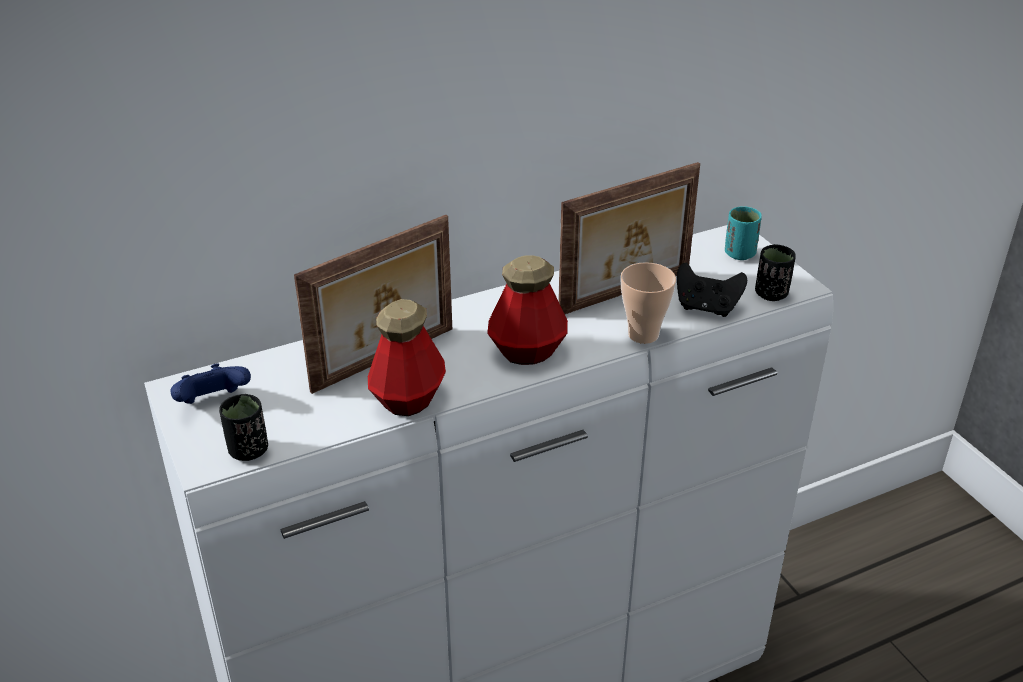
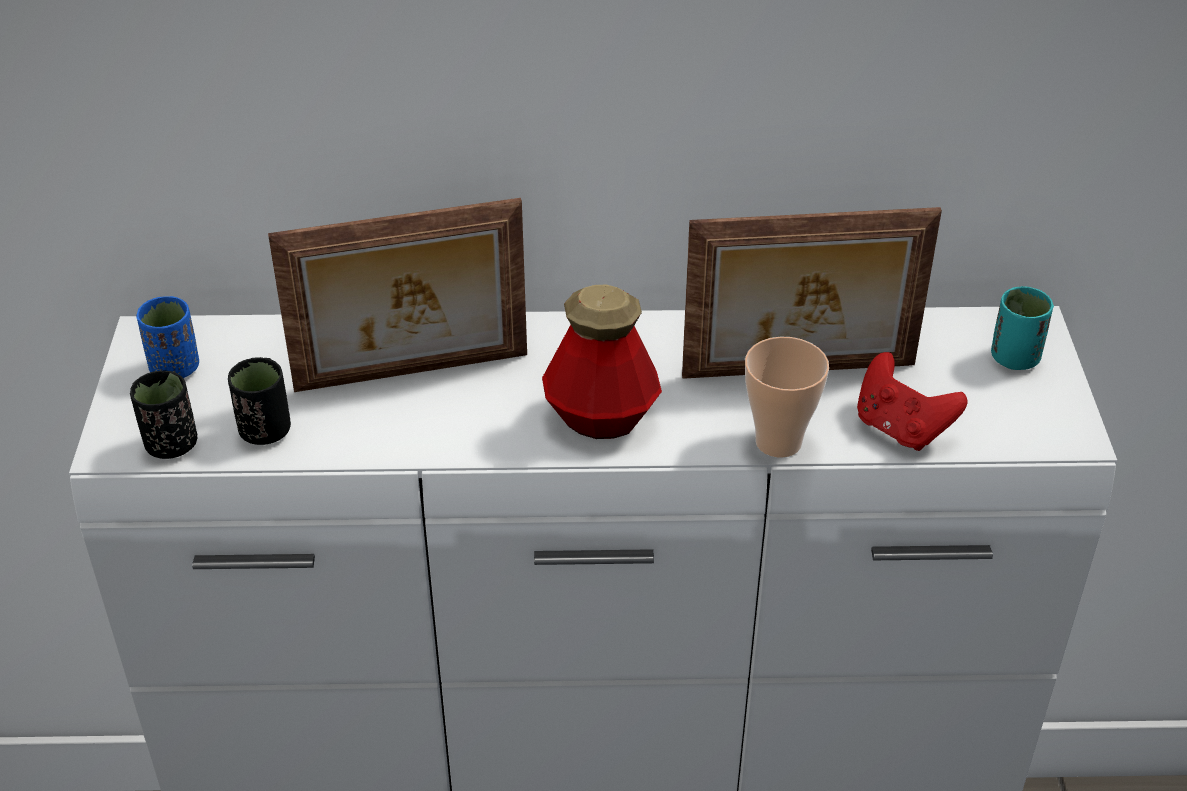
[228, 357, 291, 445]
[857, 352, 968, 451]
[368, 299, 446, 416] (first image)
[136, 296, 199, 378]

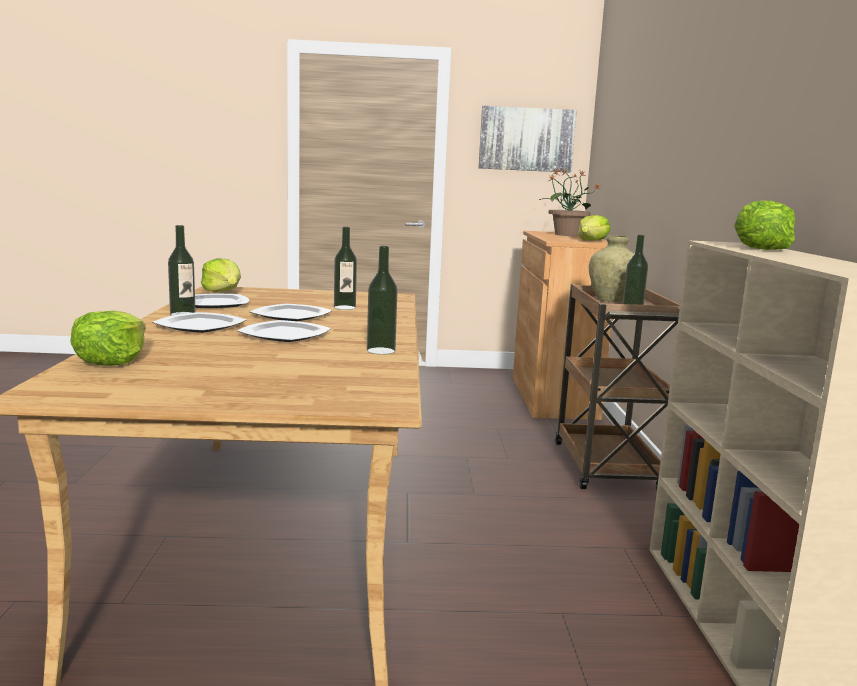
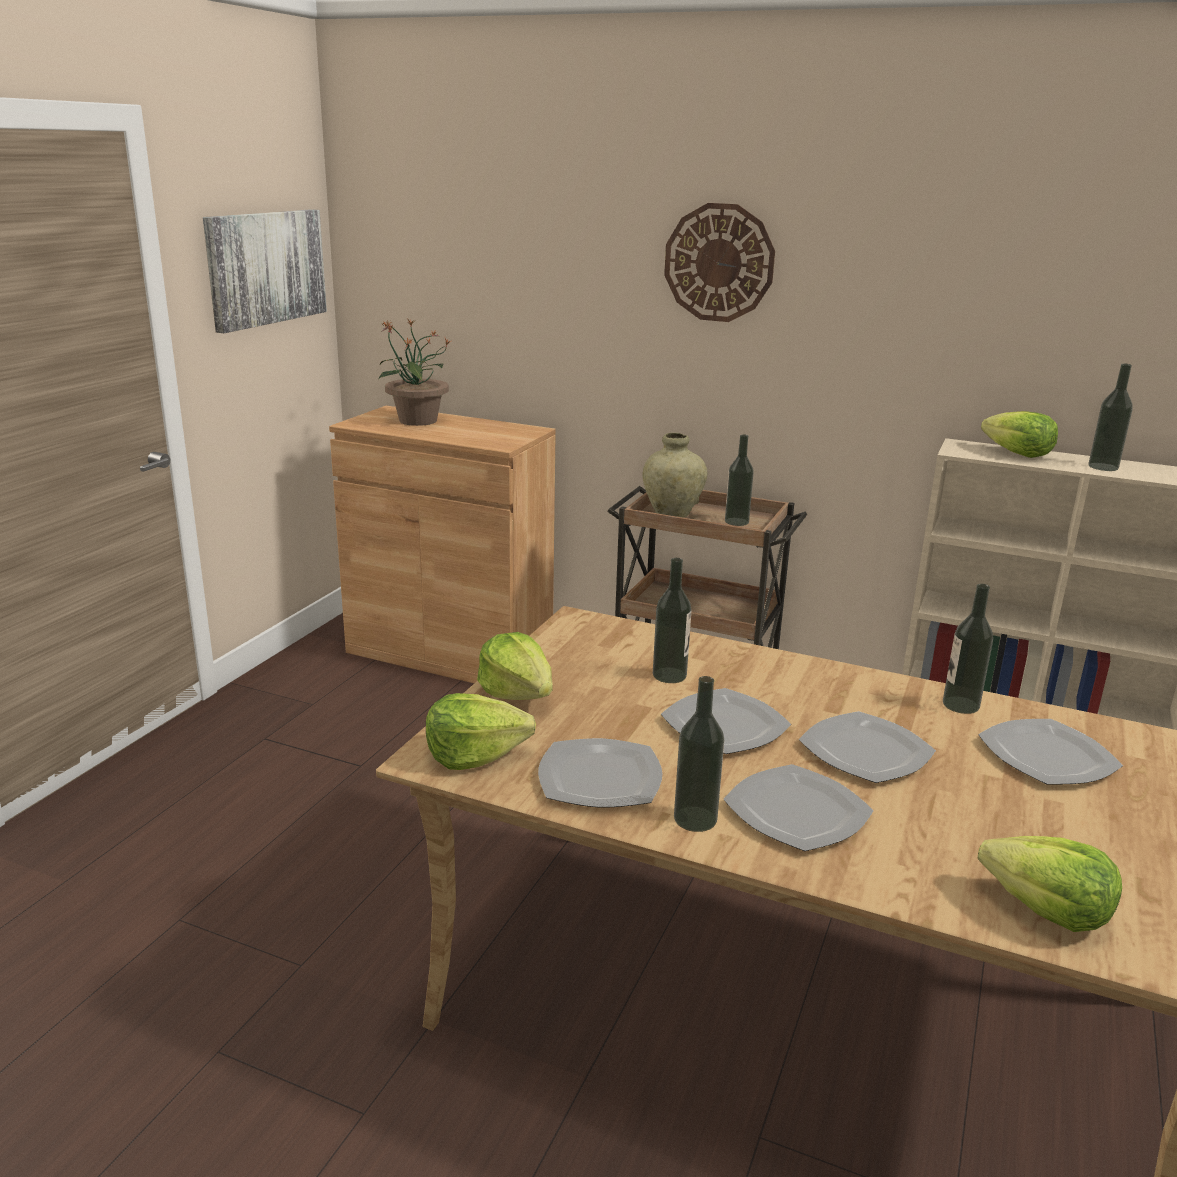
[477, 632, 553, 700]
[664, 203, 775, 322]
[1088, 364, 1133, 471]
[978, 719, 1123, 785]

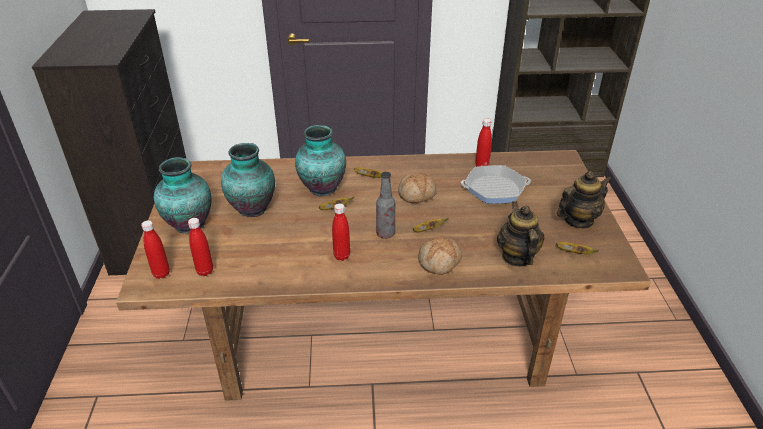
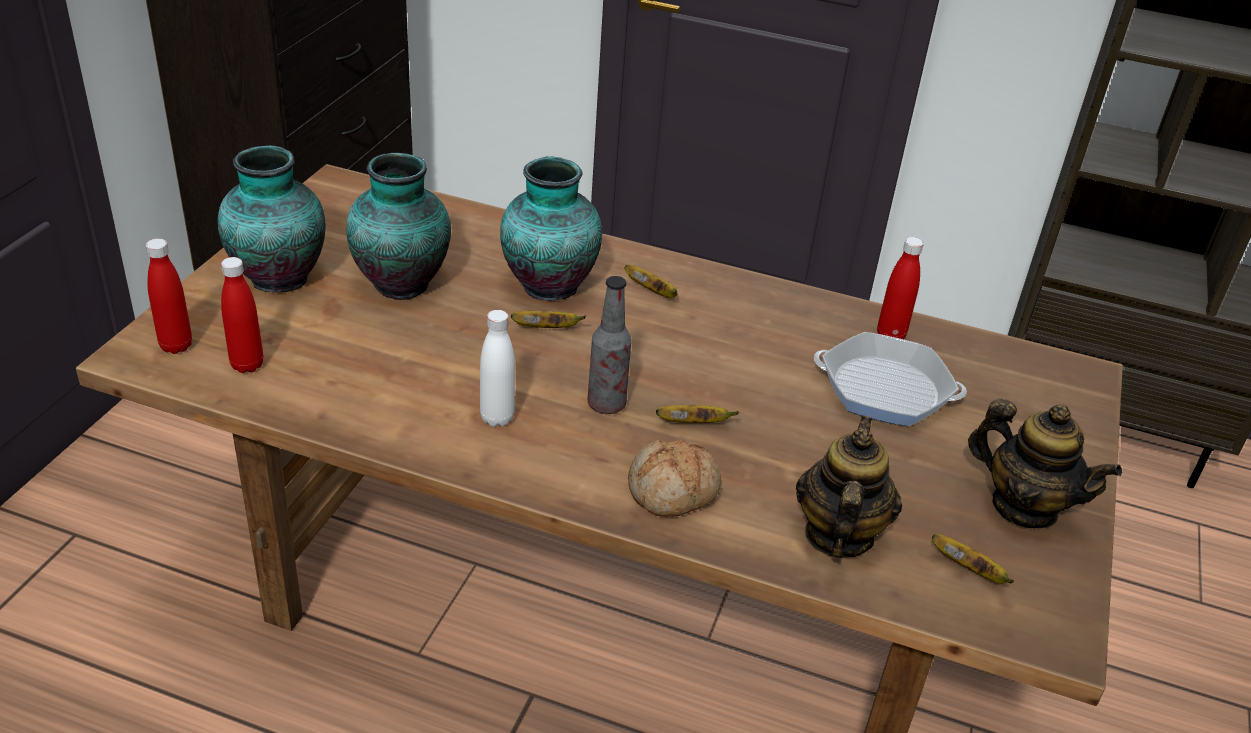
[968, 399, 1122, 528]
[398, 173, 437, 203] (first image)
[480, 310, 515, 427]

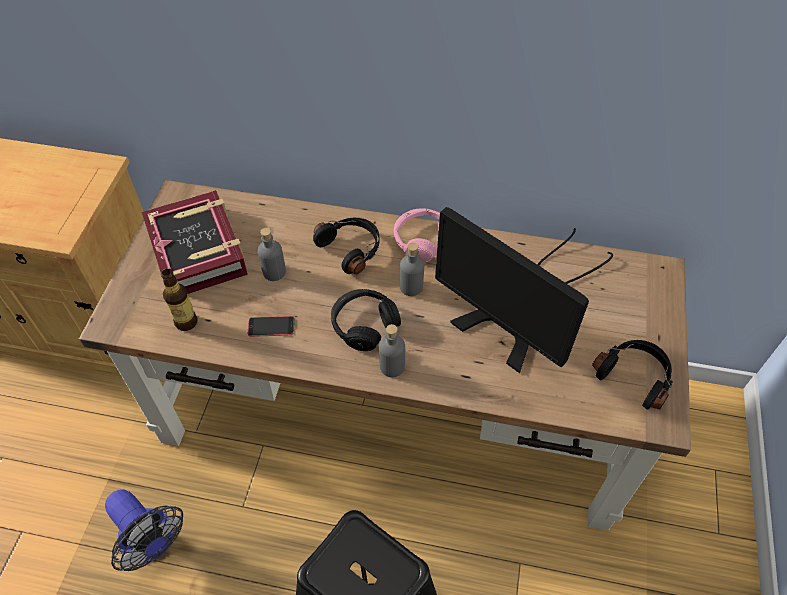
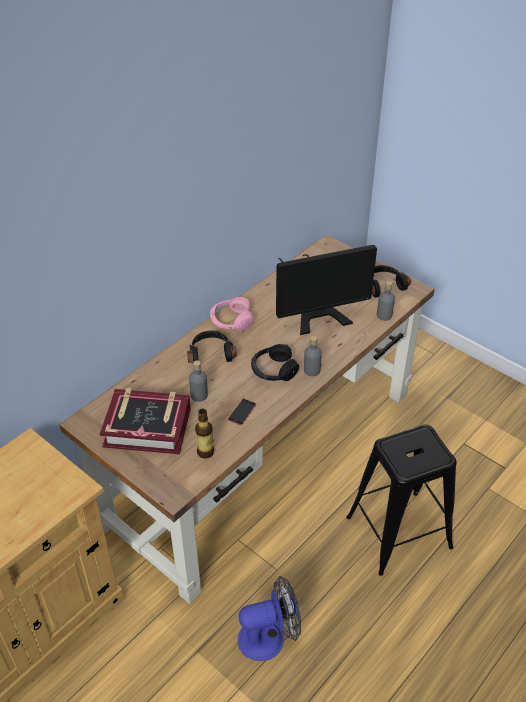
[377, 281, 395, 321]

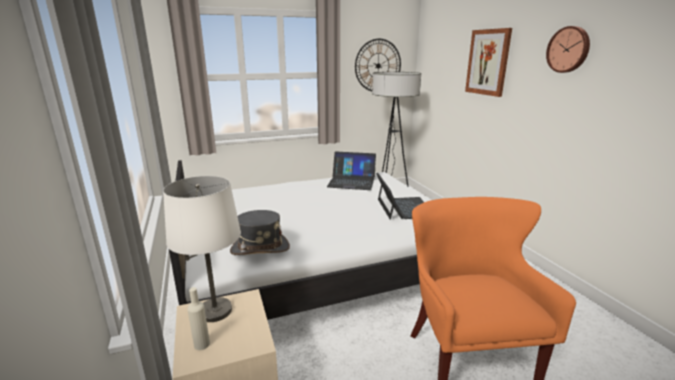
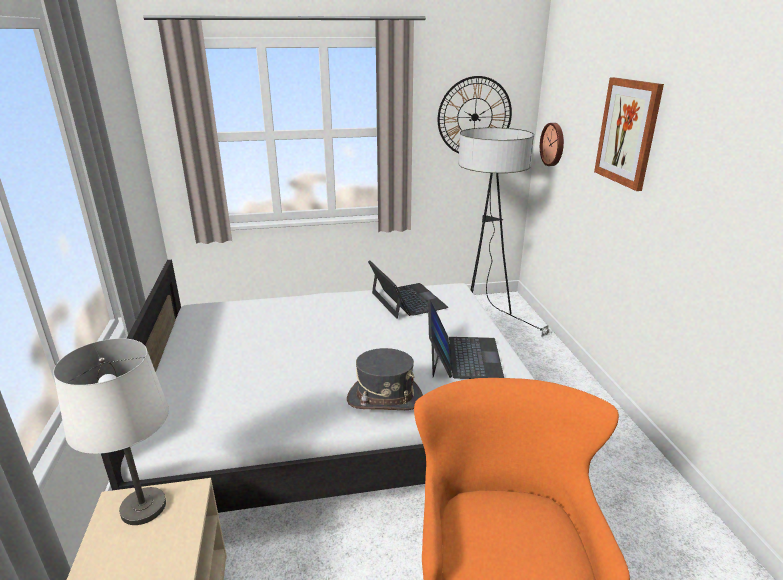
[540, 123, 564, 166]
[368, 261, 448, 319]
[347, 348, 423, 410]
[187, 287, 210, 350] (first image)

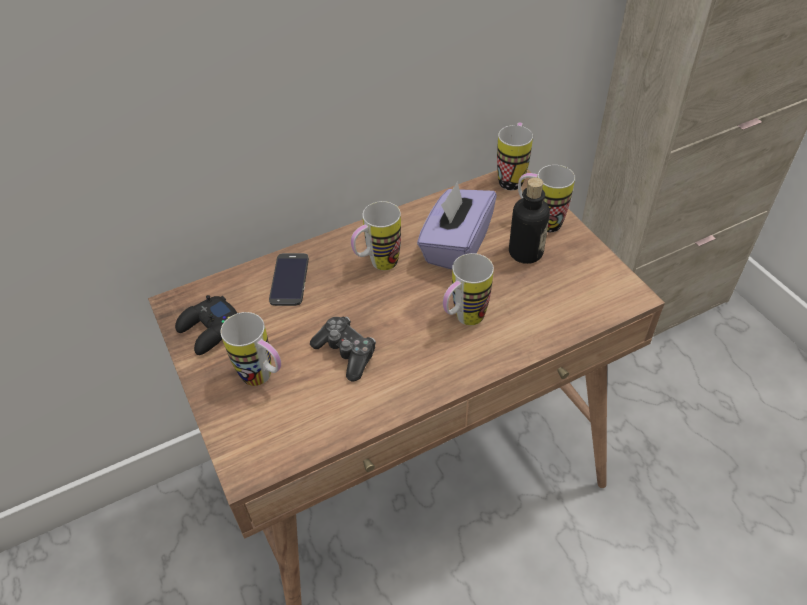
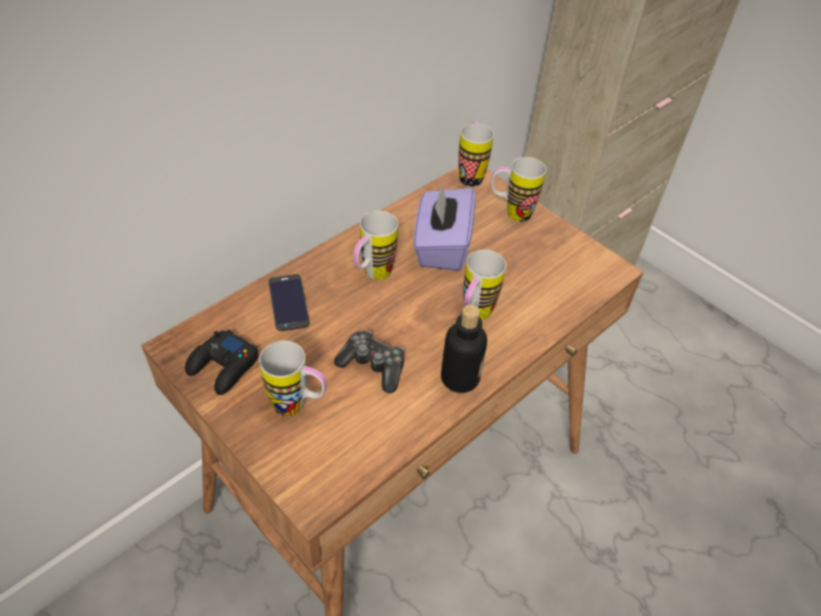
[441, 305, 487, 393]

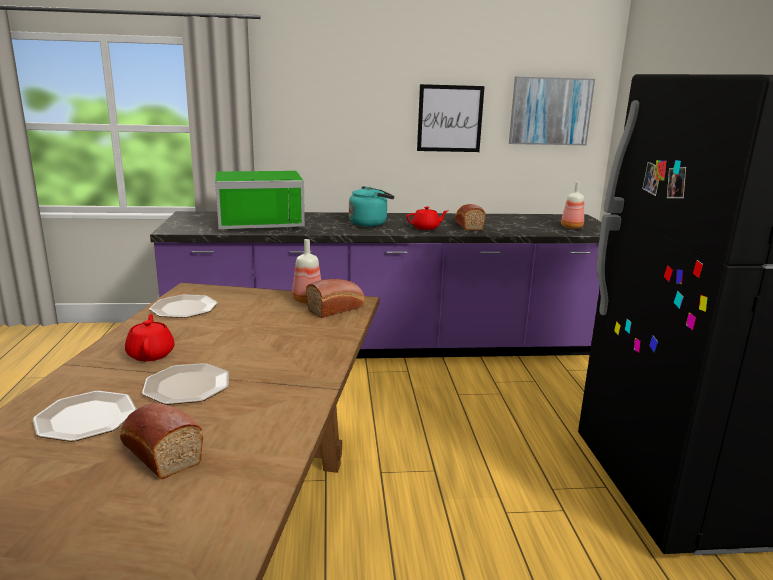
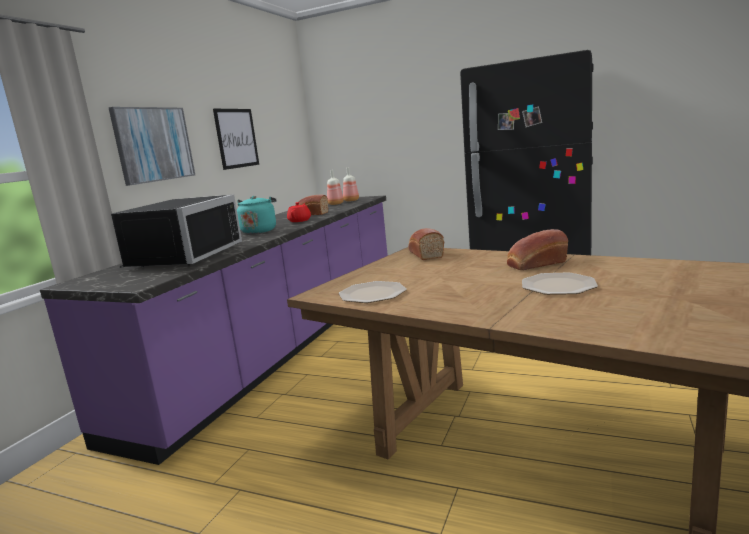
[109, 107, 195, 186]
[111, 194, 242, 268]
[327, 170, 344, 205]
[125, 314, 175, 361] (first image)
[33, 391, 137, 442] (first image)
[507, 229, 568, 270]

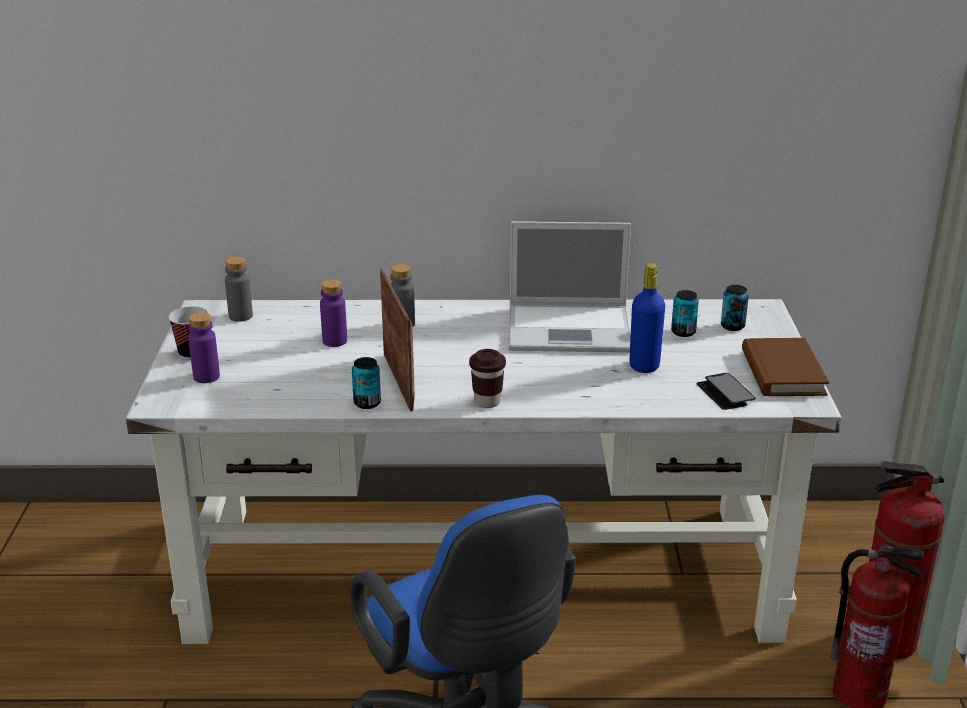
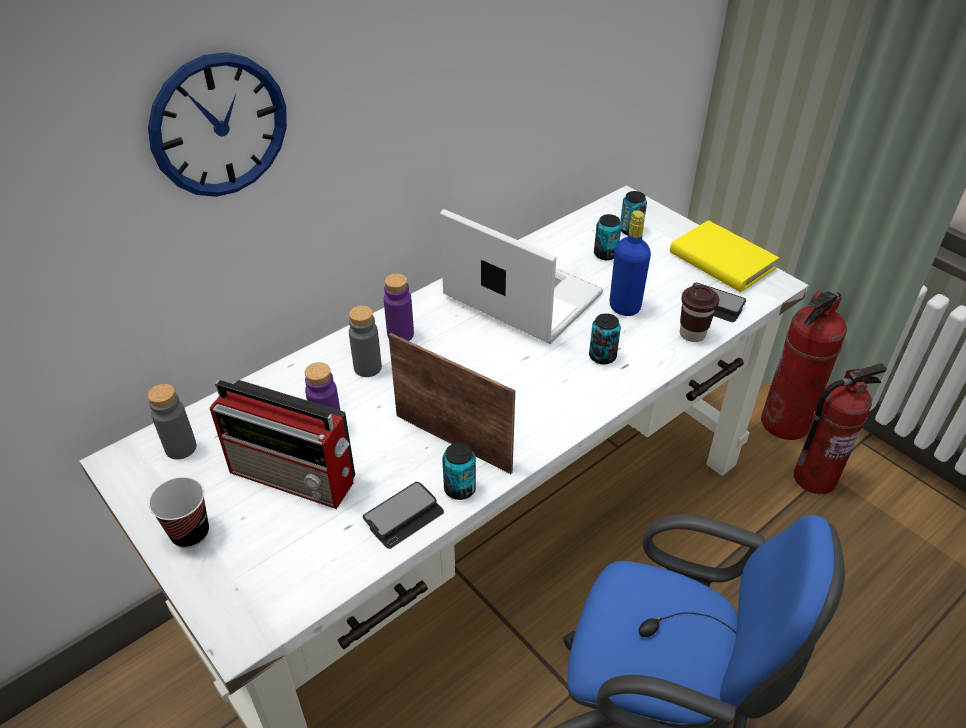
[440, 209, 603, 344]
[384, 273, 414, 341]
[670, 220, 779, 292]
[680, 285, 719, 342]
[148, 52, 287, 197]
[589, 313, 621, 365]
[210, 380, 355, 509]
[363, 482, 444, 549]

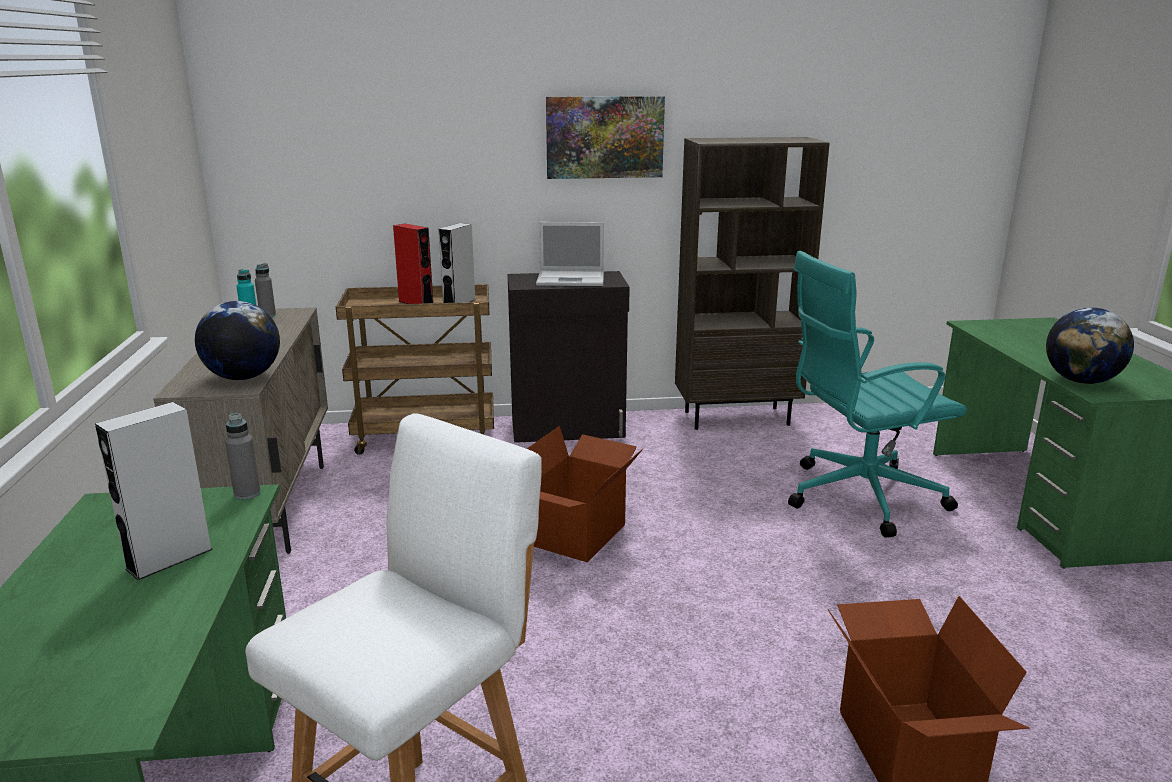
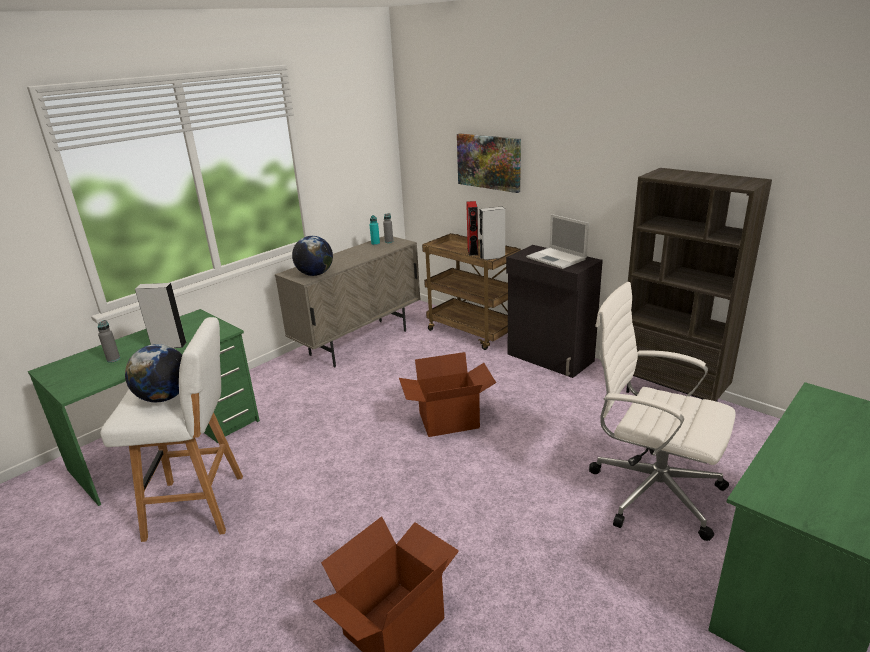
[457, 133, 521, 193]
[589, 282, 736, 541]
[125, 344, 182, 402]
[98, 320, 120, 362]

